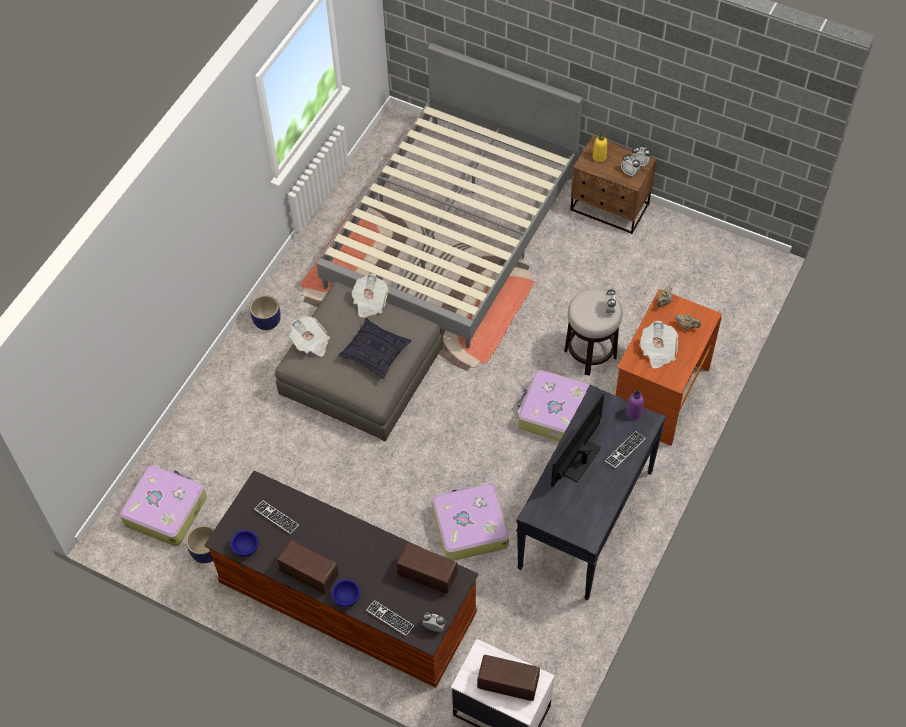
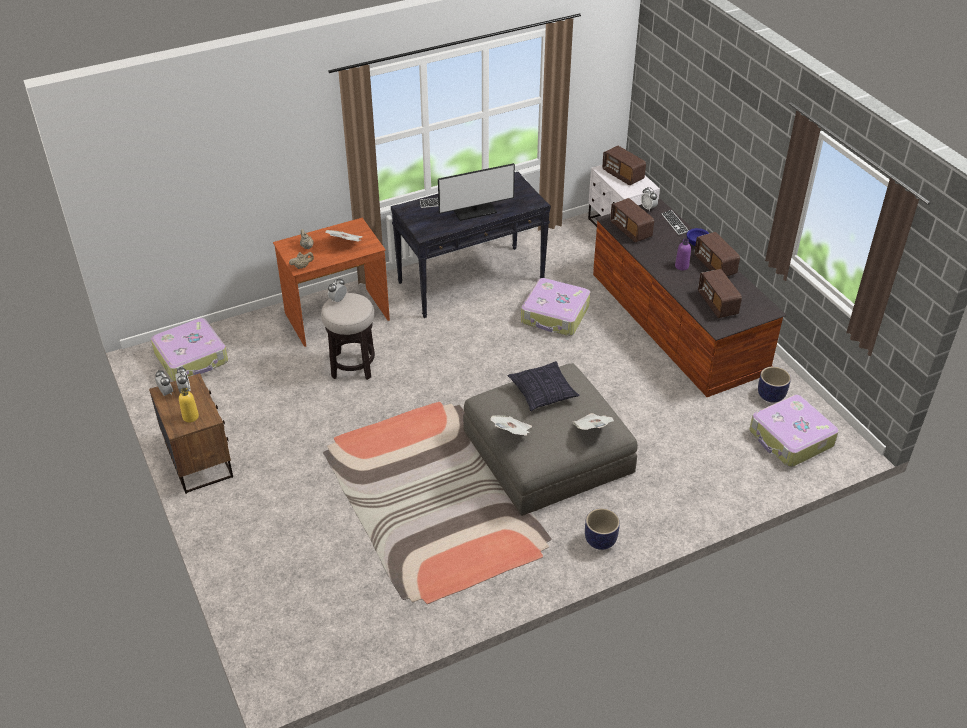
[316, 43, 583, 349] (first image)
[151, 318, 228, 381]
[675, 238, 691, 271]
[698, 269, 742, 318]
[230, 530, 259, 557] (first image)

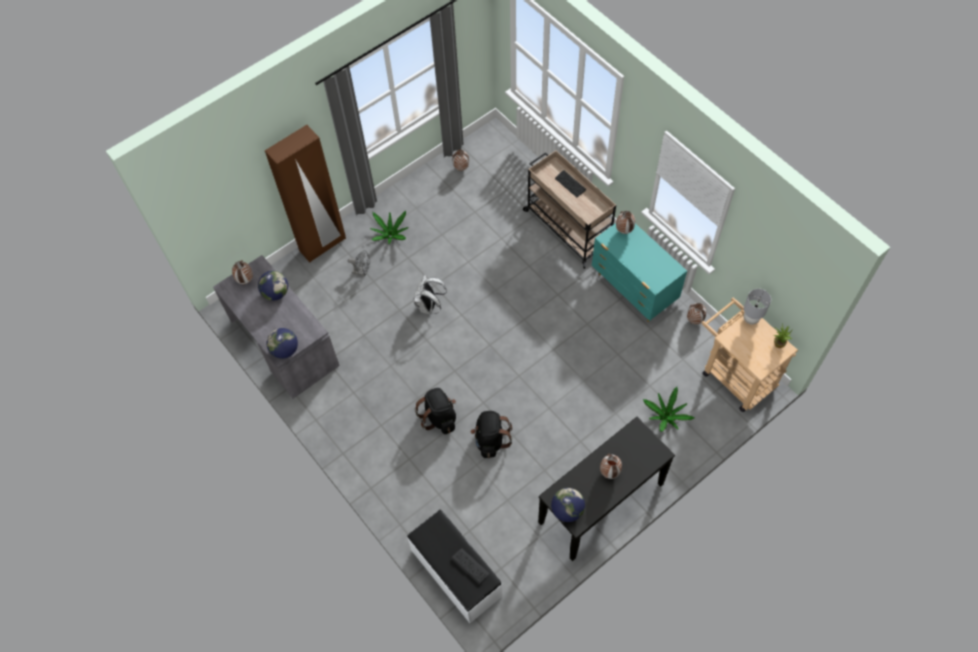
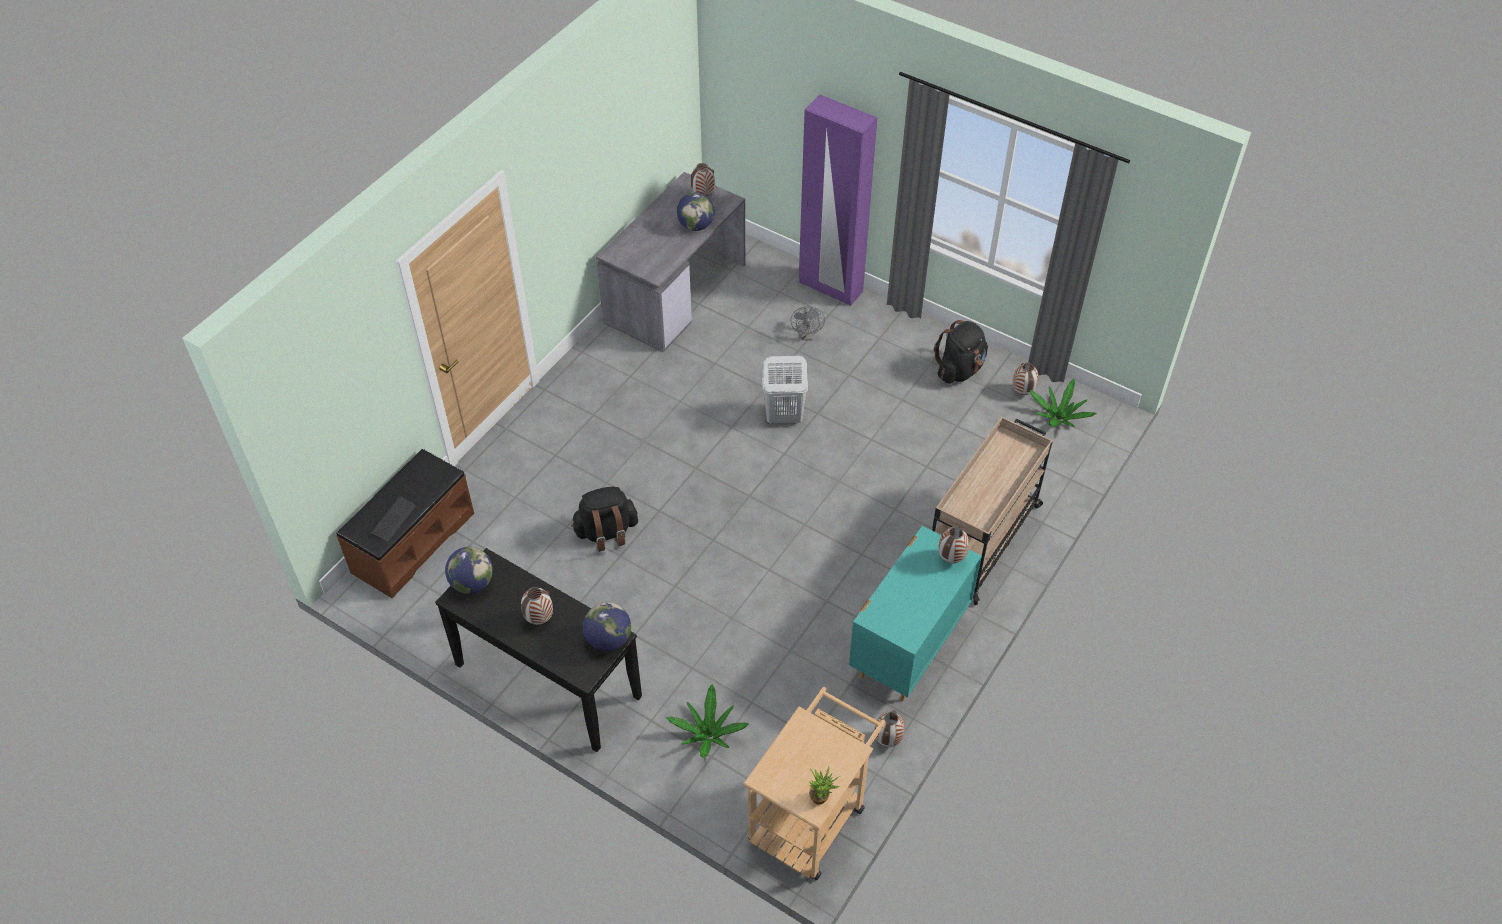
[799, 94, 878, 306]
[555, 170, 586, 197] (first image)
[1030, 379, 1097, 427]
[762, 356, 808, 424]
[744, 289, 771, 325] (first image)
[583, 602, 631, 651]
[934, 320, 988, 384]
[336, 449, 474, 599]

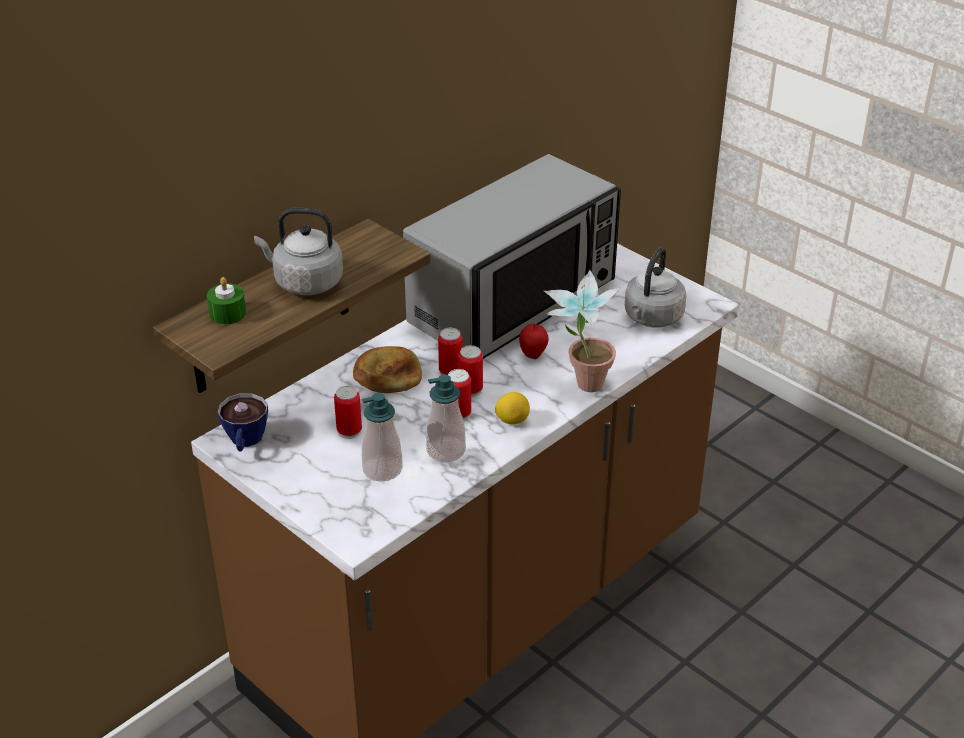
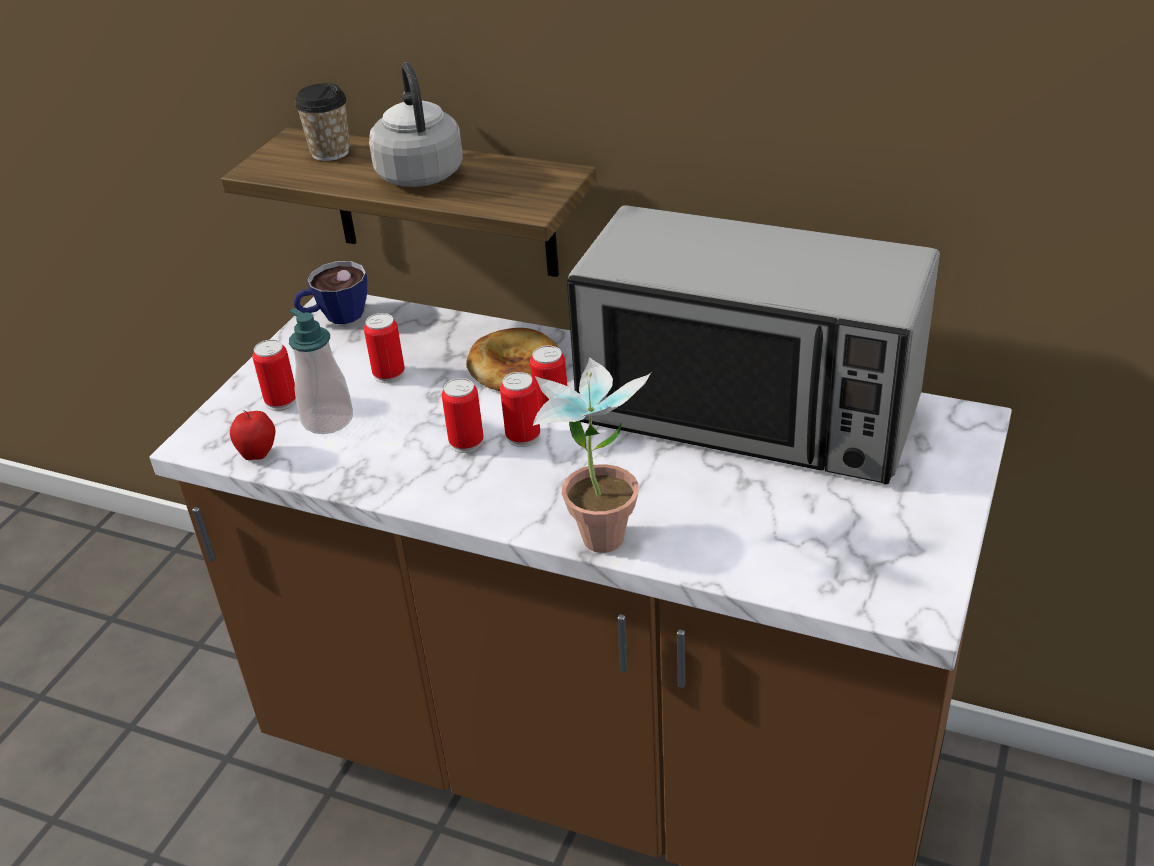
[625, 247, 687, 327] (first image)
[295, 83, 350, 161]
[230, 410, 275, 460]
[426, 374, 466, 462] (first image)
[495, 392, 530, 424] (first image)
[252, 340, 296, 411]

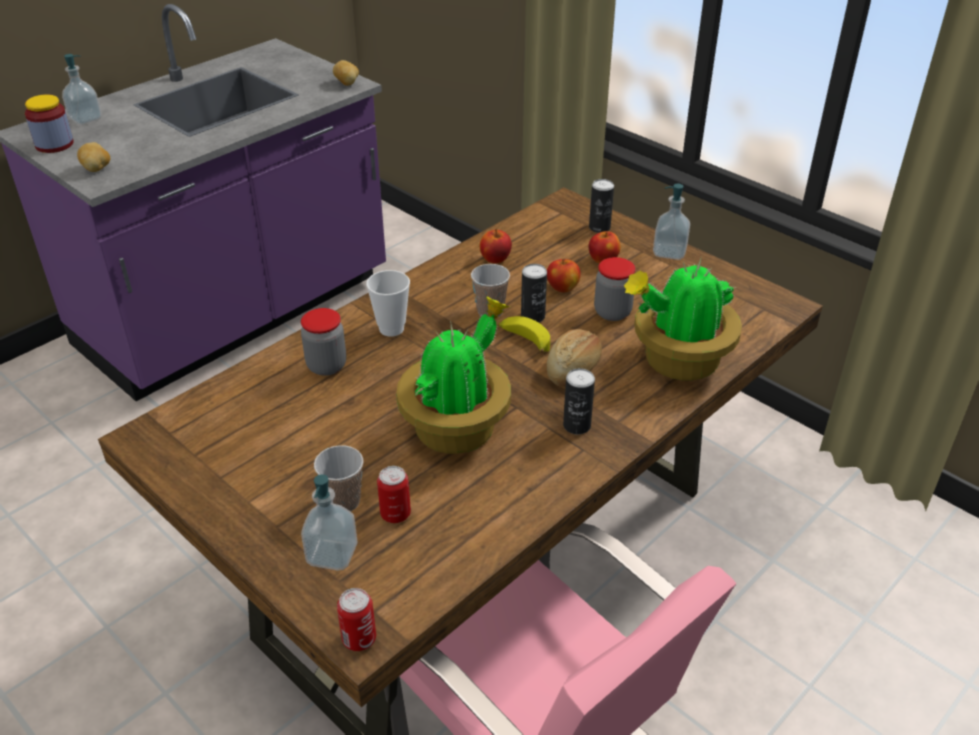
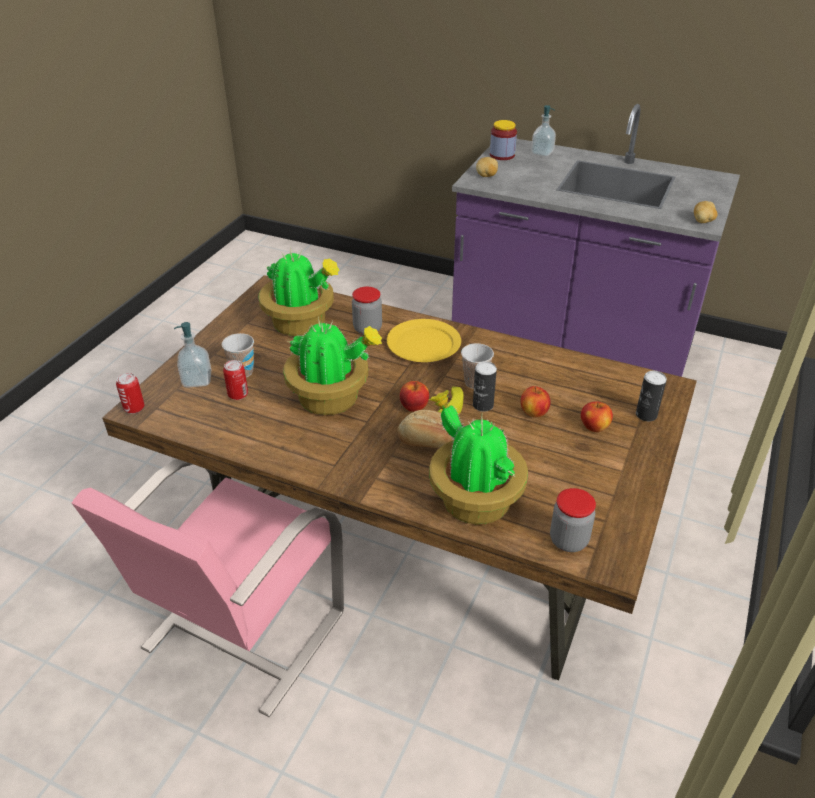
[653, 184, 690, 260] (first image)
[400, 381, 429, 412]
[550, 488, 596, 552]
[387, 319, 461, 362]
[563, 368, 595, 434] (first image)
[259, 246, 340, 336]

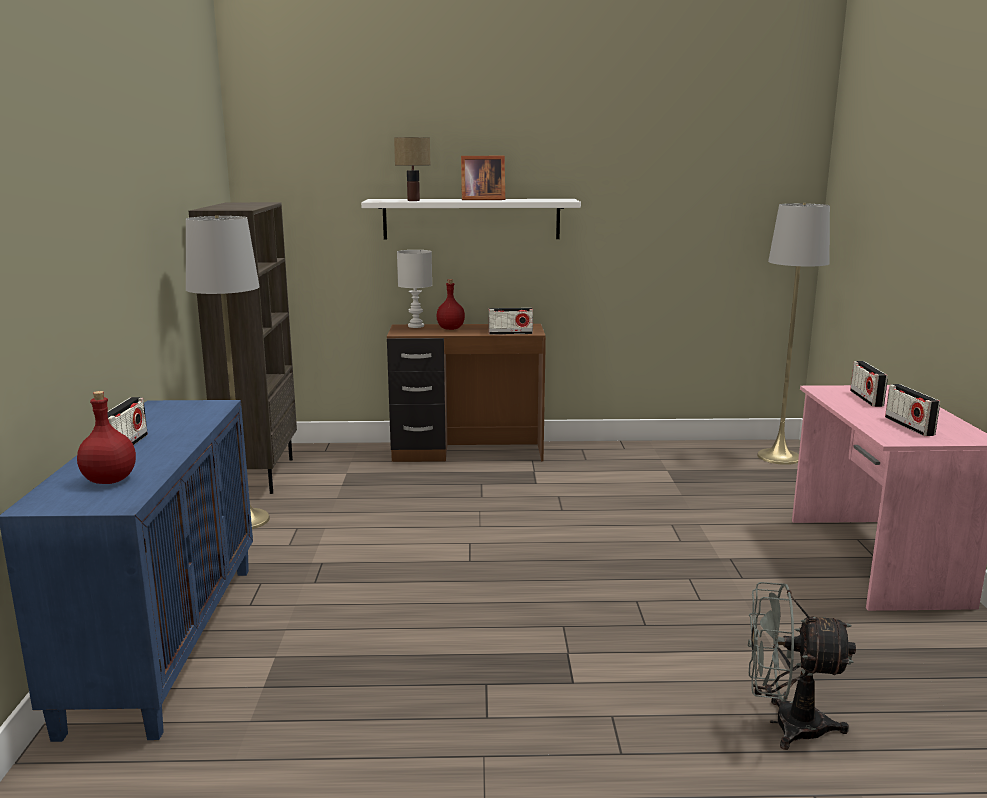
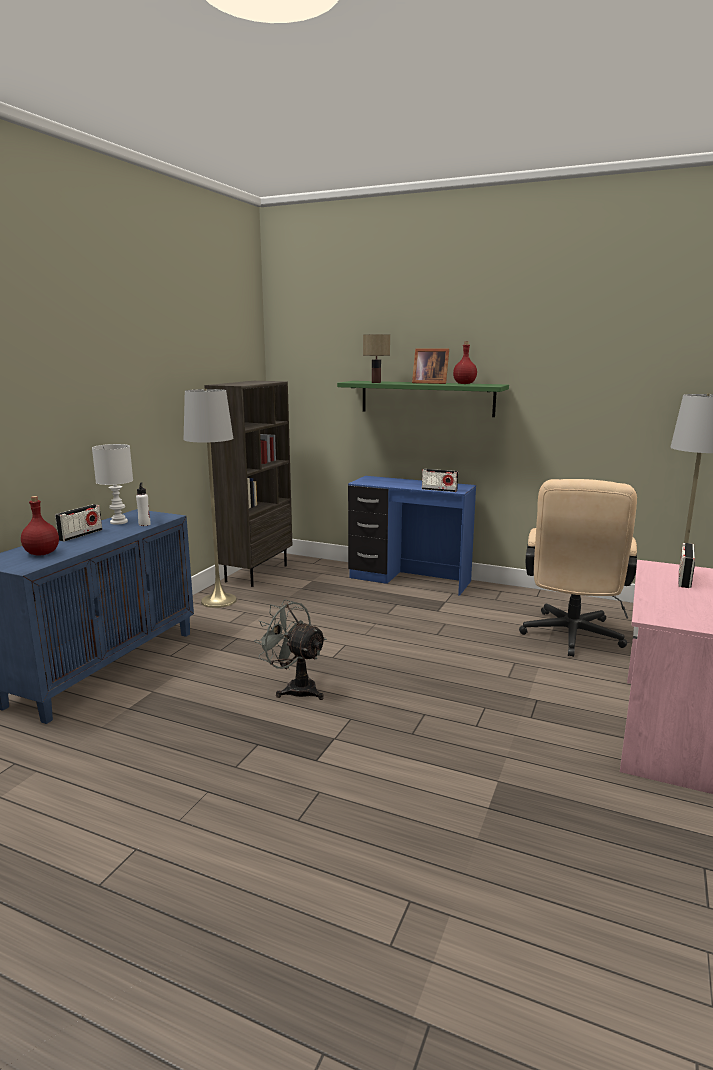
[337, 381, 509, 417]
[92, 444, 133, 525]
[453, 341, 477, 384]
[348, 476, 476, 596]
[885, 384, 940, 436] (first image)
[254, 599, 327, 700]
[519, 479, 637, 657]
[136, 482, 151, 526]

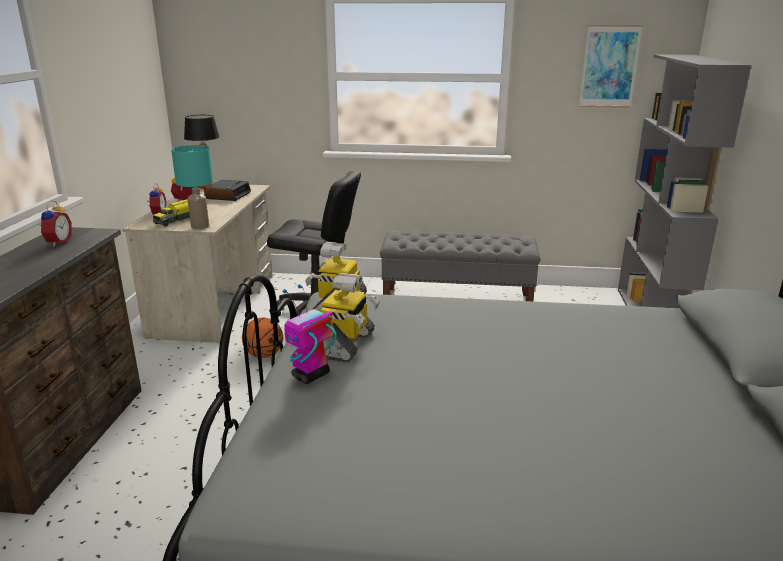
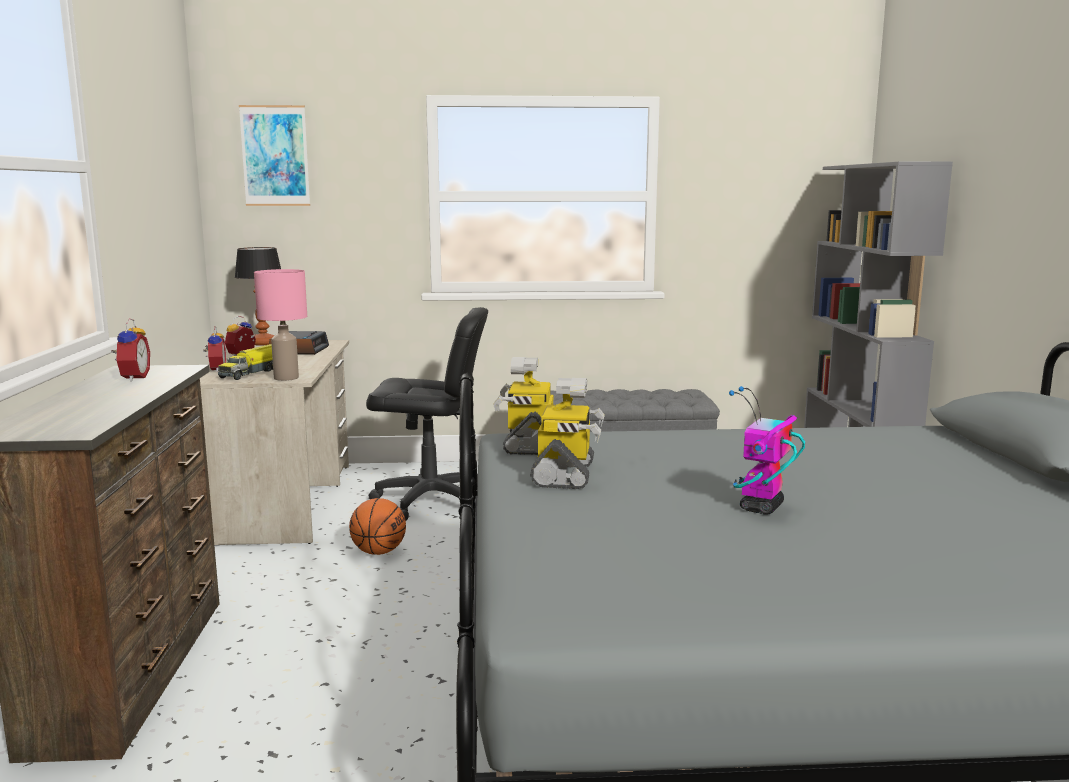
[239, 105, 310, 206]
[254, 269, 307, 381]
[729, 386, 805, 515]

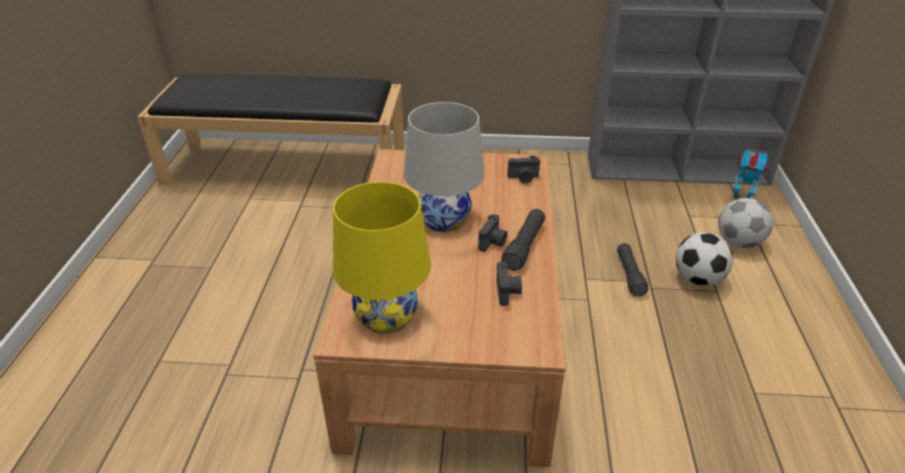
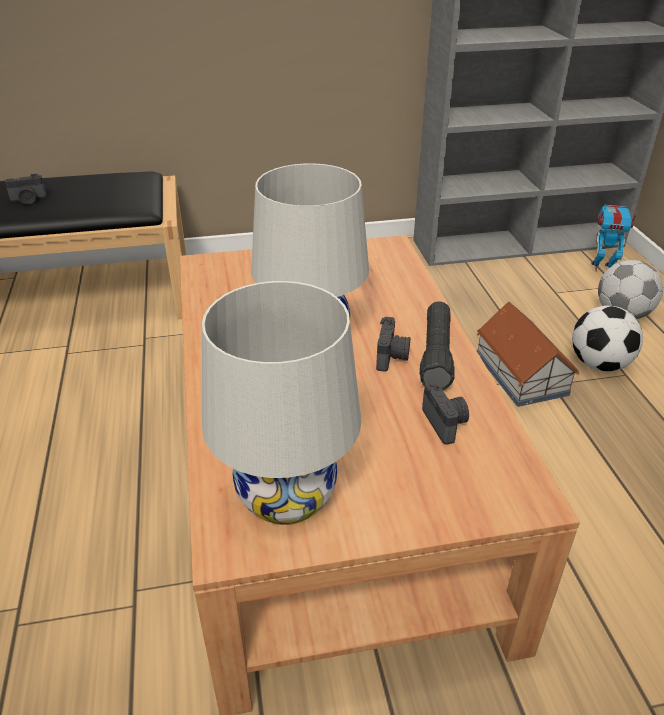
[5, 174, 47, 205]
[202, 281, 361, 525]
[477, 302, 580, 407]

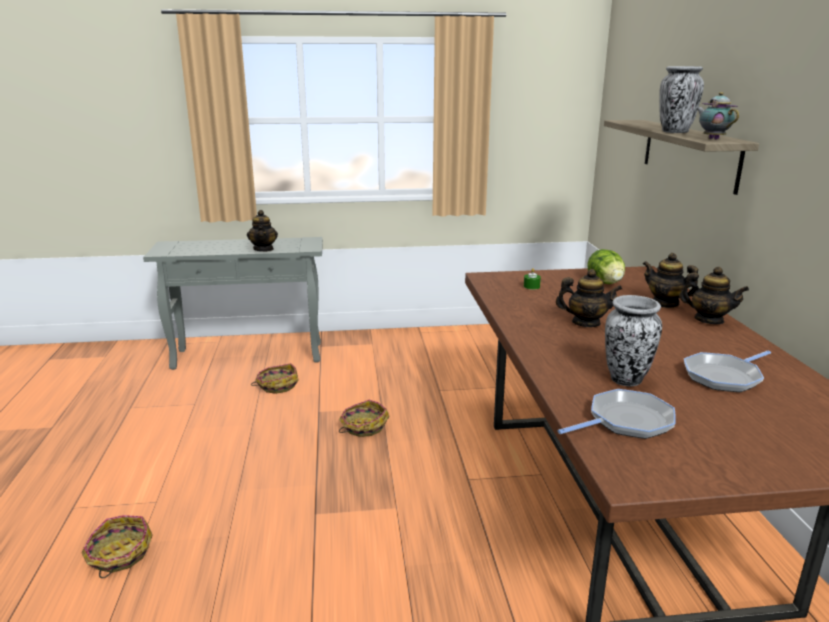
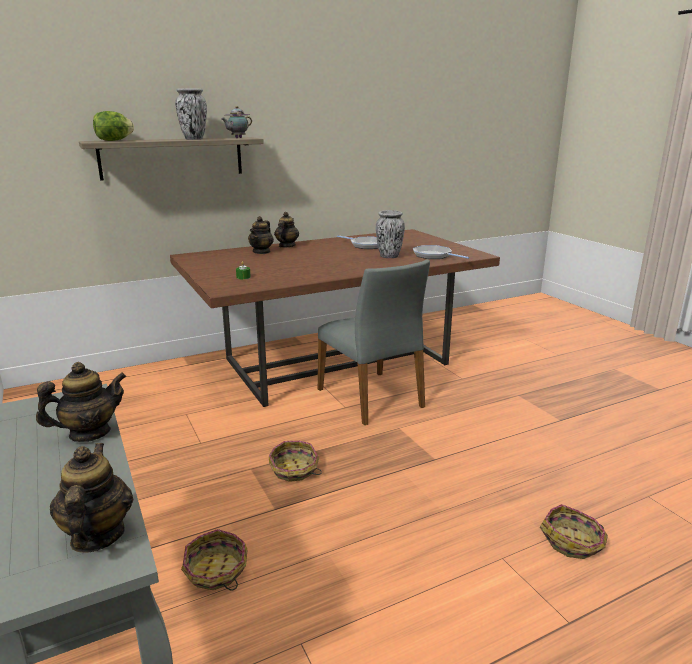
[93, 111, 134, 141]
[50, 443, 133, 553]
[318, 259, 430, 425]

